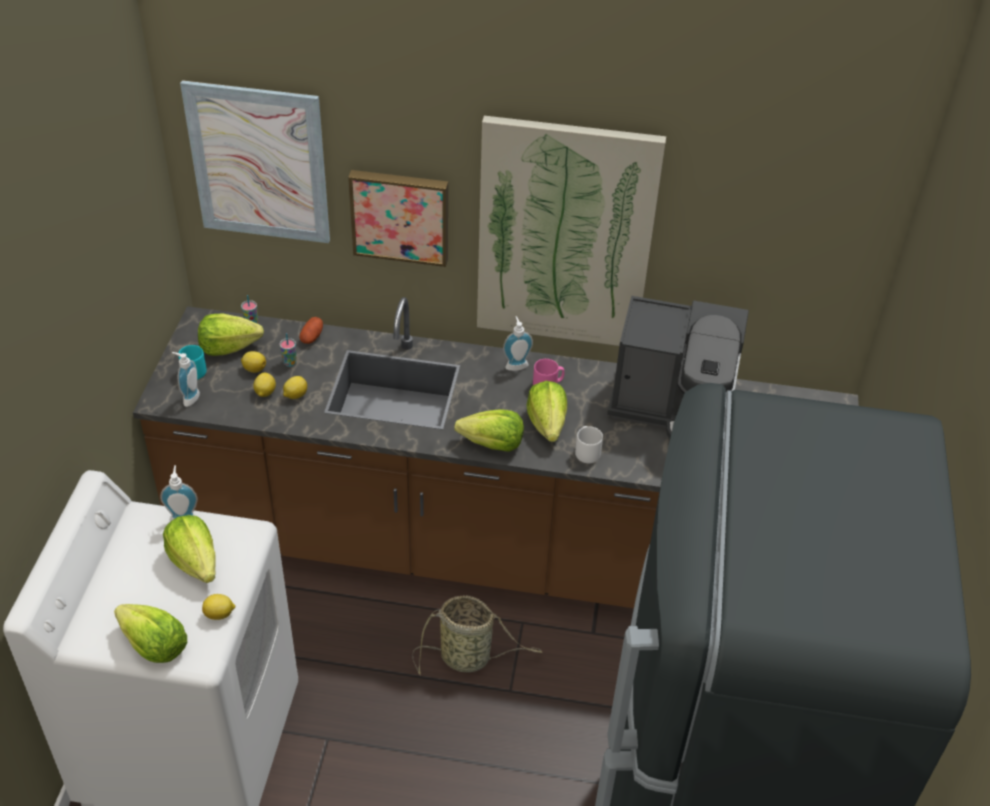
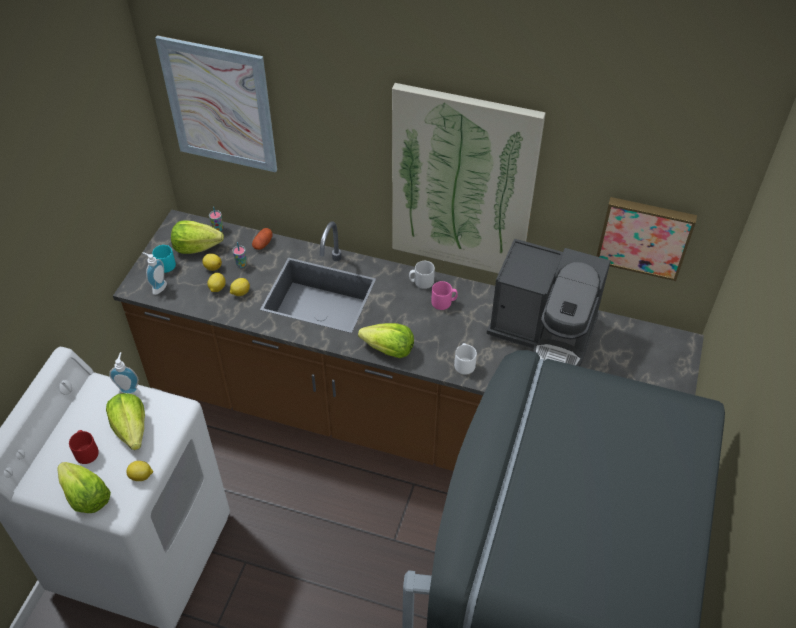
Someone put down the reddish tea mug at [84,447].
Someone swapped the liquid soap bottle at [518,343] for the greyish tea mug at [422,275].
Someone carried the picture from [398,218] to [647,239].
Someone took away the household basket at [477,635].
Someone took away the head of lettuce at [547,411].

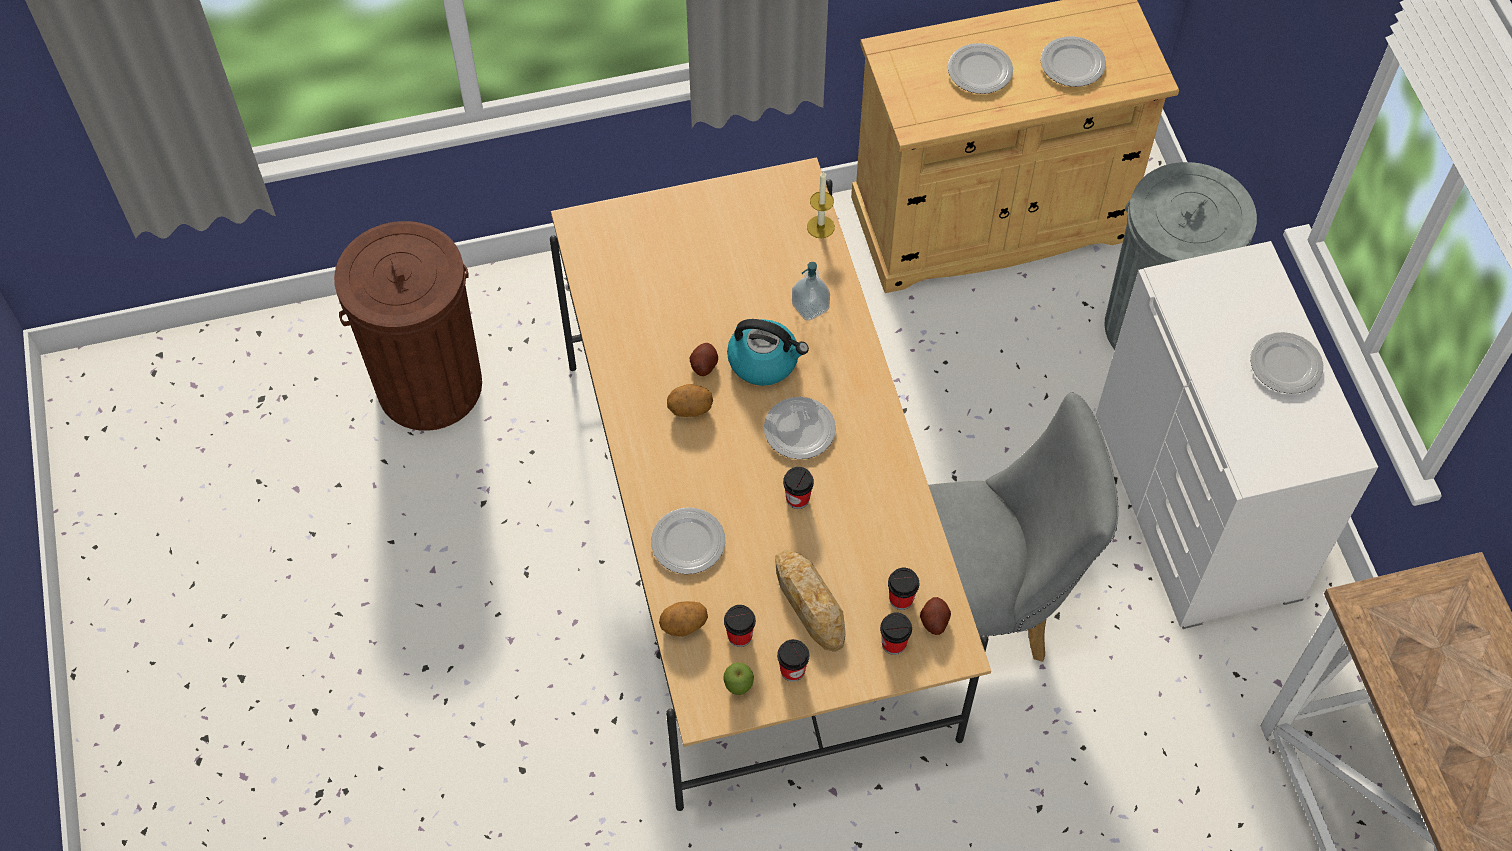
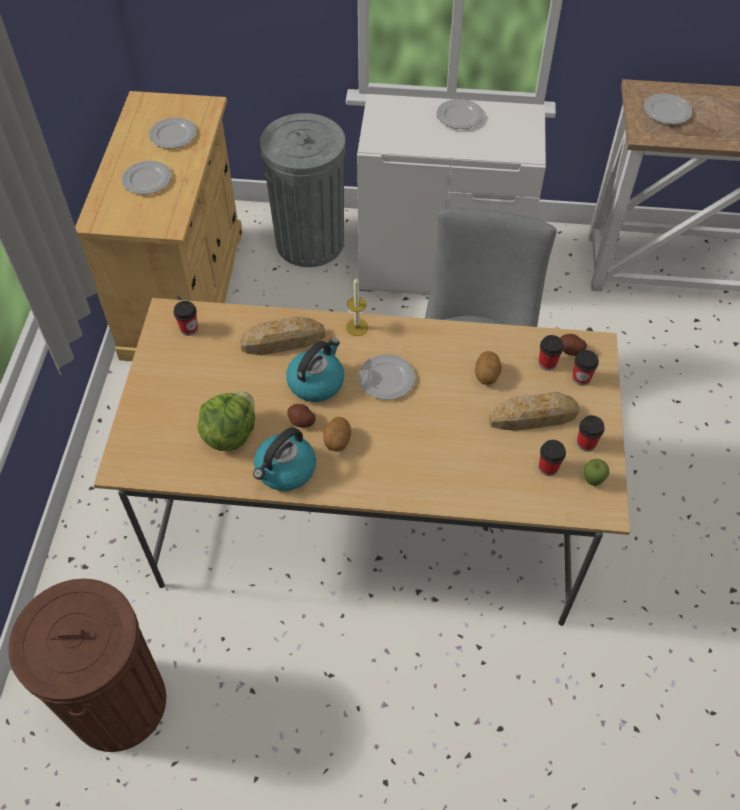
Someone carried the cup from [798,488] to [185,318].
Someone put down the head of lettuce at [226,421].
Someone swapped the liquid soap bottle at [811,291] for the bakery bread at [283,336].
Someone put down the tea kettle at [284,459].
Someone carried the candle from [821,204] to [357,307].
Someone carried the spud from [683,619] to [488,368].
Someone carried the flat dish from [688,540] to [667,109].

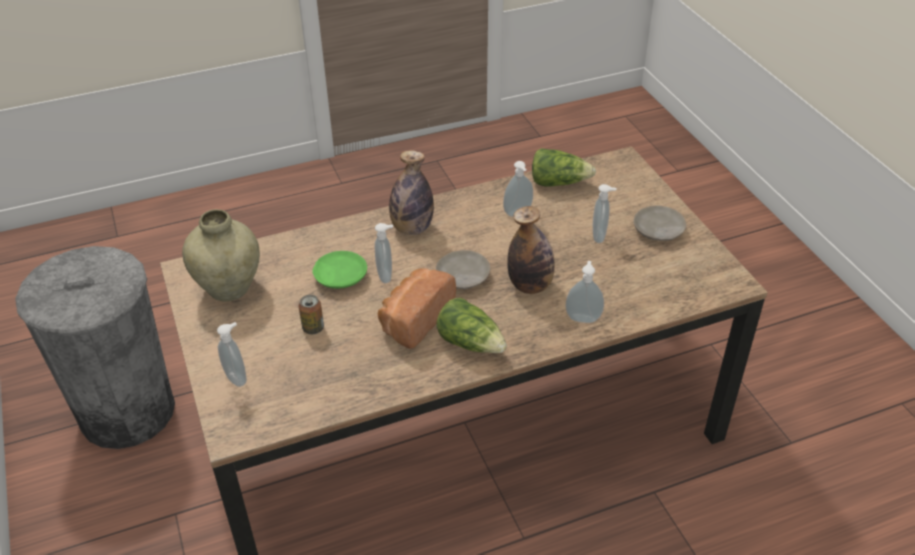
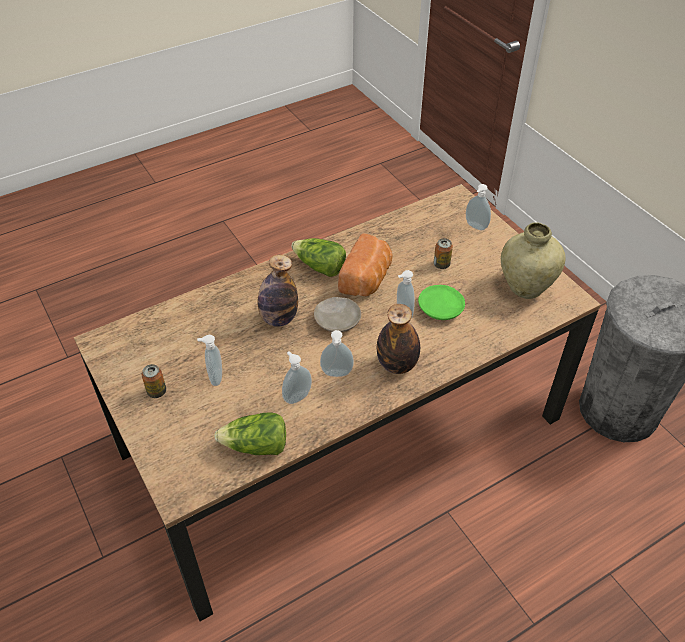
Someone swapped the beige flat dish at [660,223] for the can at [154,381].
Someone carried the liquid soap bottle from [585,292] to [337,353].

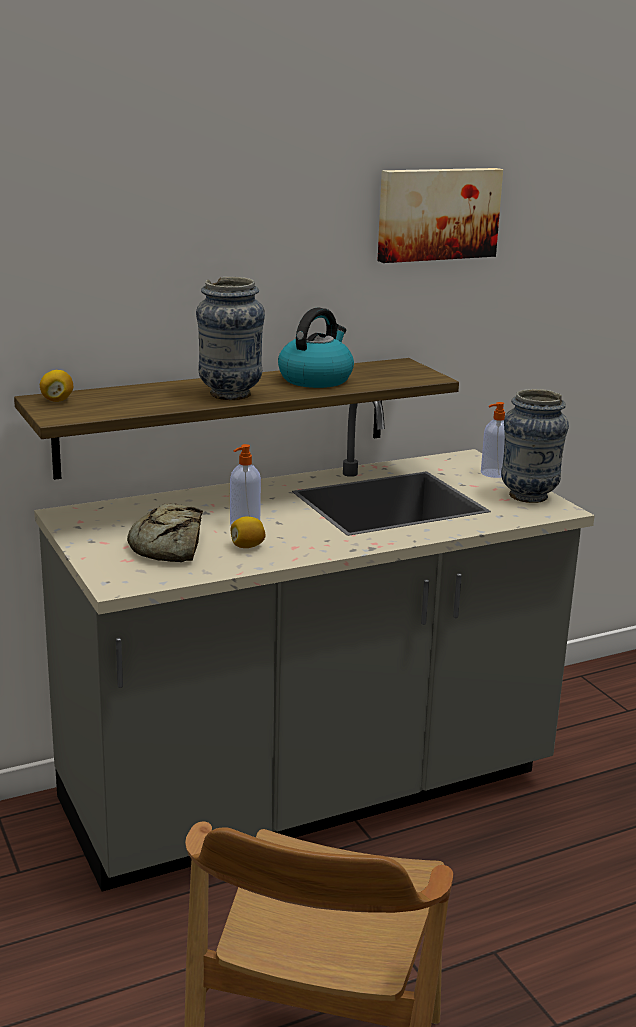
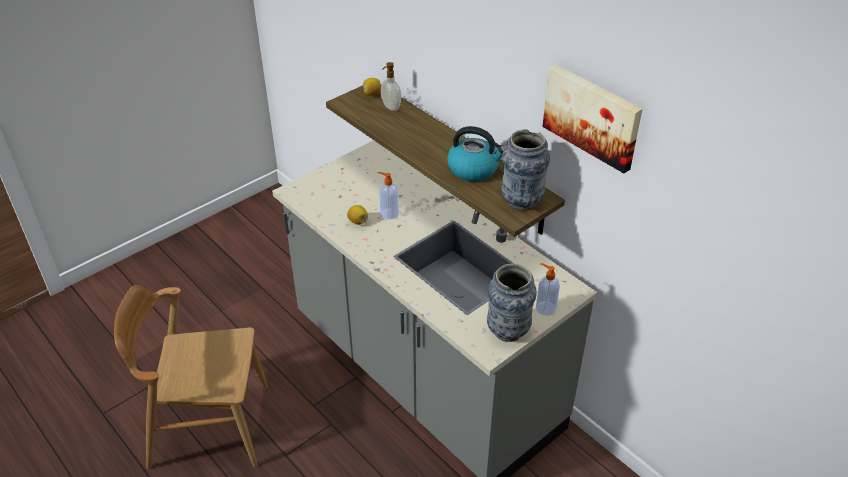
Someone put down the liquid soap bottle at [391,86].
Someone carried the vase from [230,338] to [525,170].
Someone took away the bakery bread at [165,532].

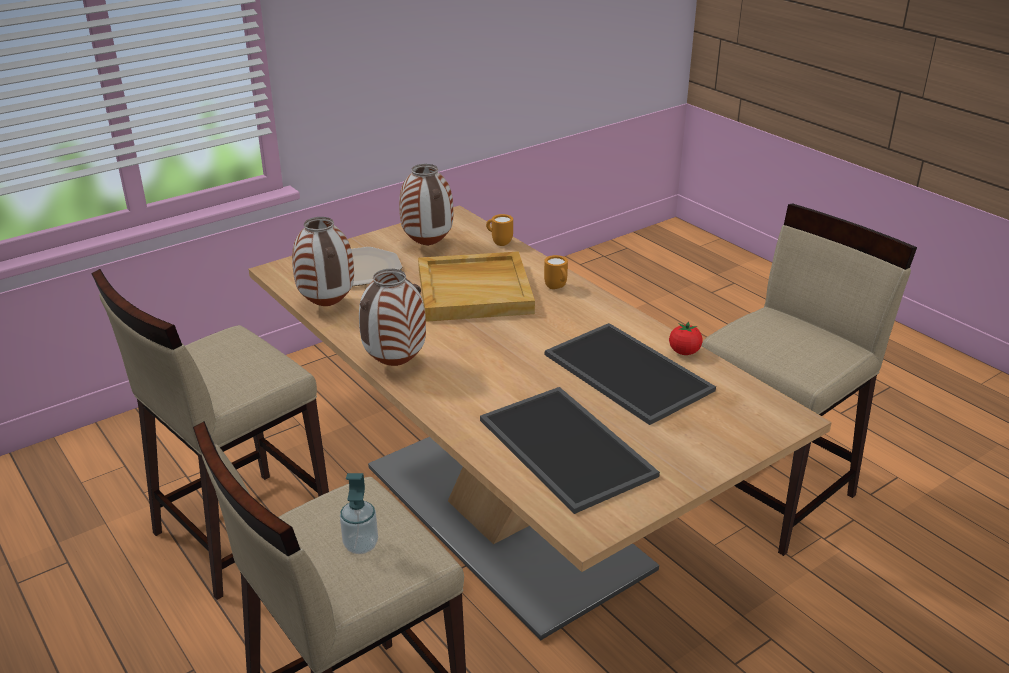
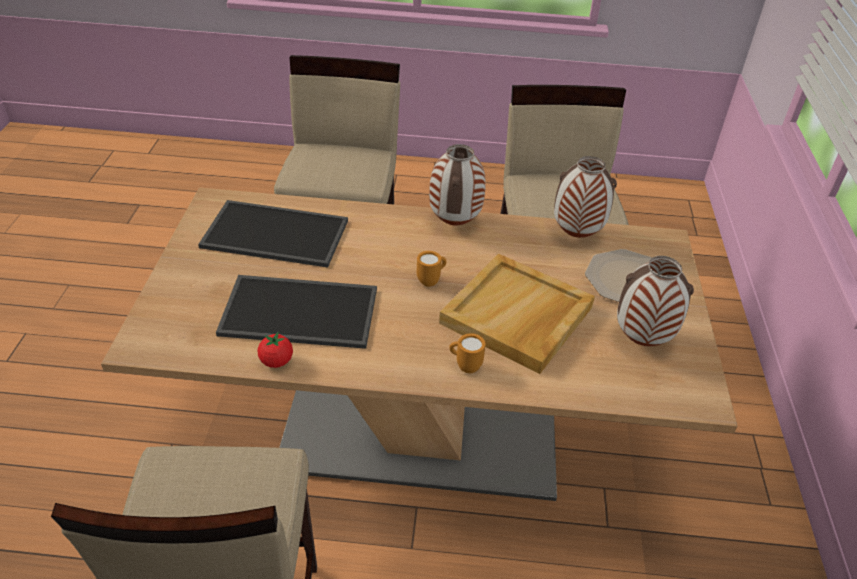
Someone carried the orange tea mug from [499,230] to [432,269].
Someone took away the liquid soap bottle at [359,513].

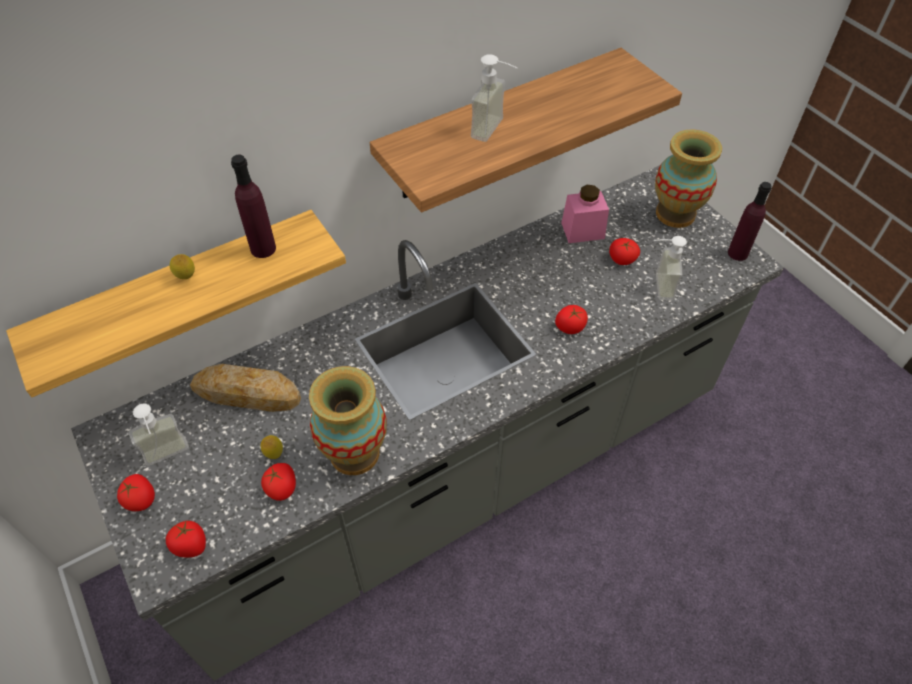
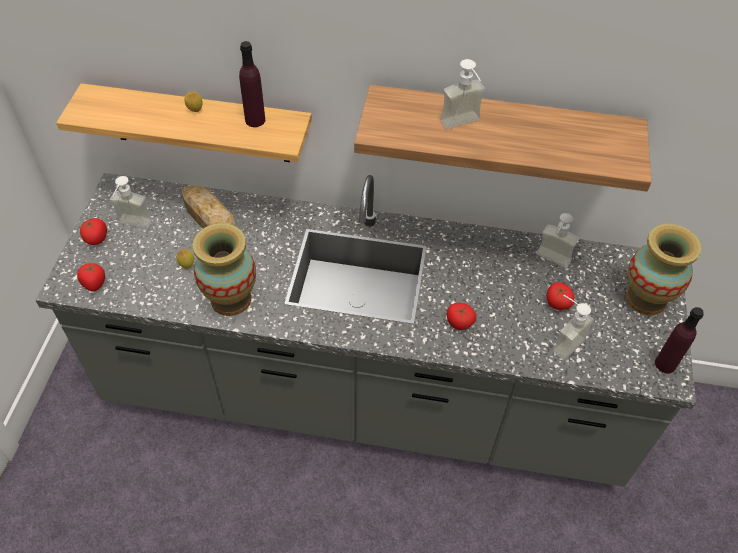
Someone swapped the pinkish jar at [585,214] for the liquid soap bottle at [557,240].
Someone took away the fresh tomato at [278,482].

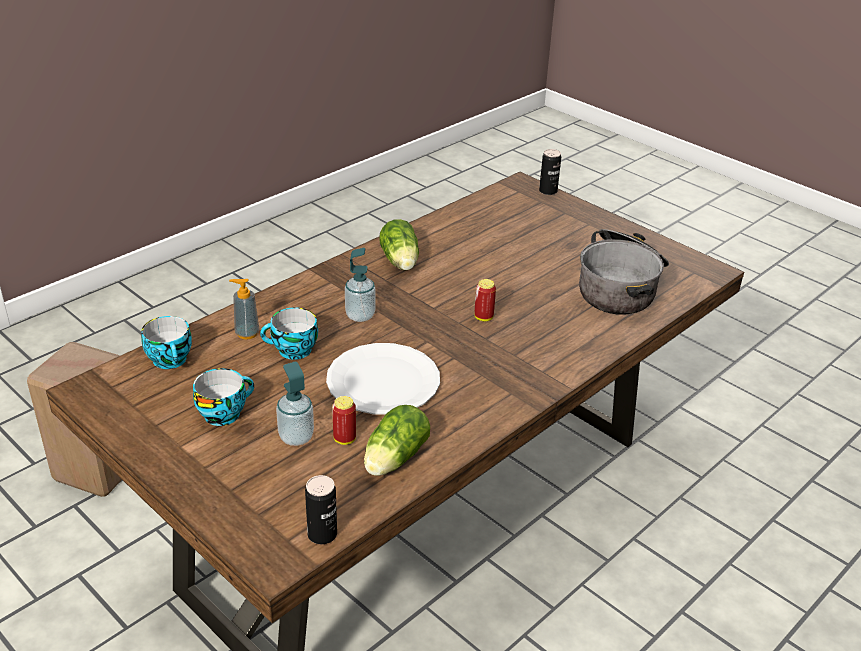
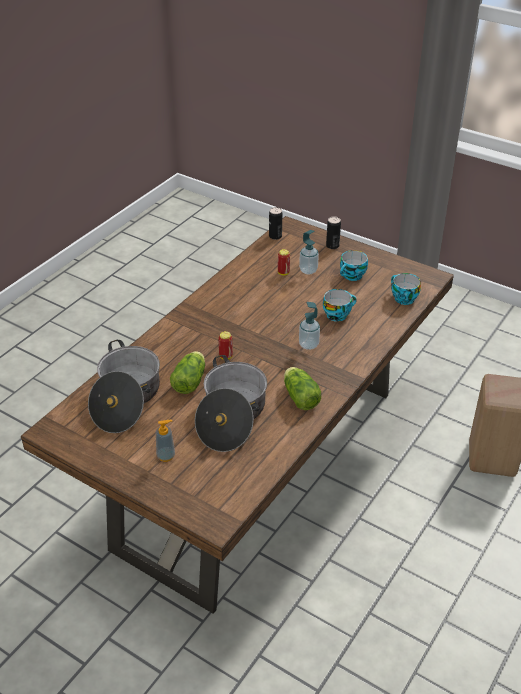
Someone carried the liquid soap bottle from [244,309] to [165,441].
Someone carried the head of lettuce from [397,440] to [187,372].
Someone put down the saucepot at [231,403].
Someone carried the can from [550,172] to [333,232].
Someone took away the white flat dish at [383,379].

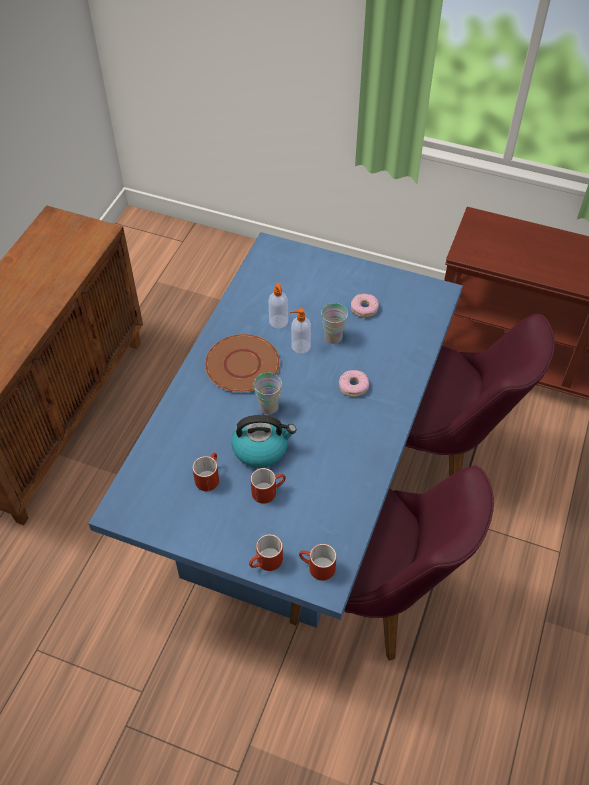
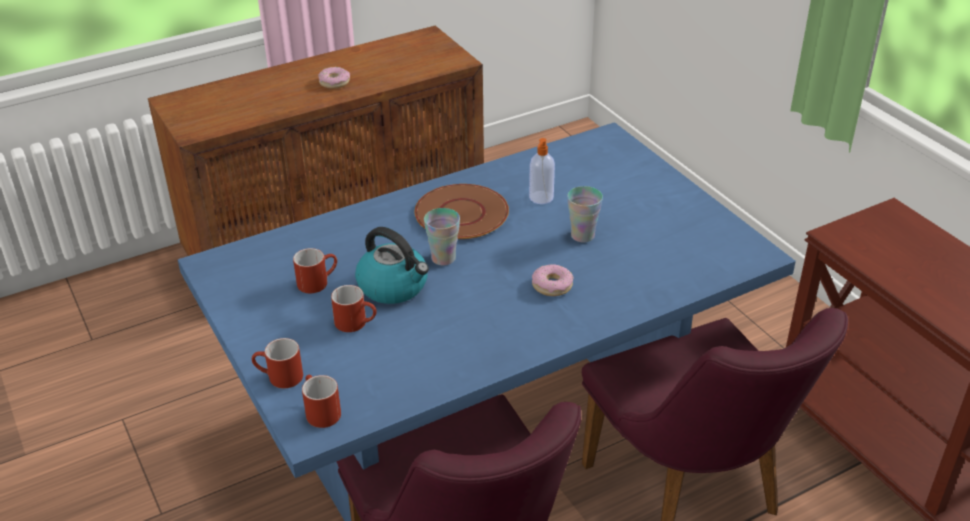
Someone carried the ring doughnut from [365,306] to [334,78].
Someone took away the liquid soap bottle at [300,331].

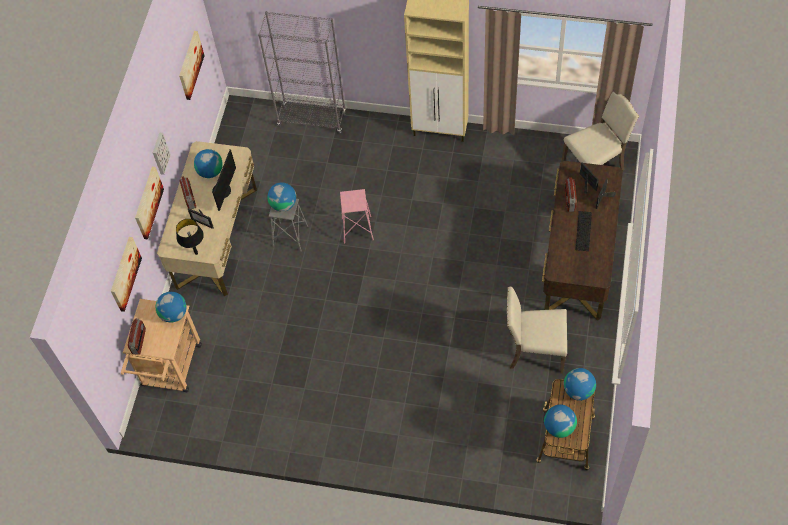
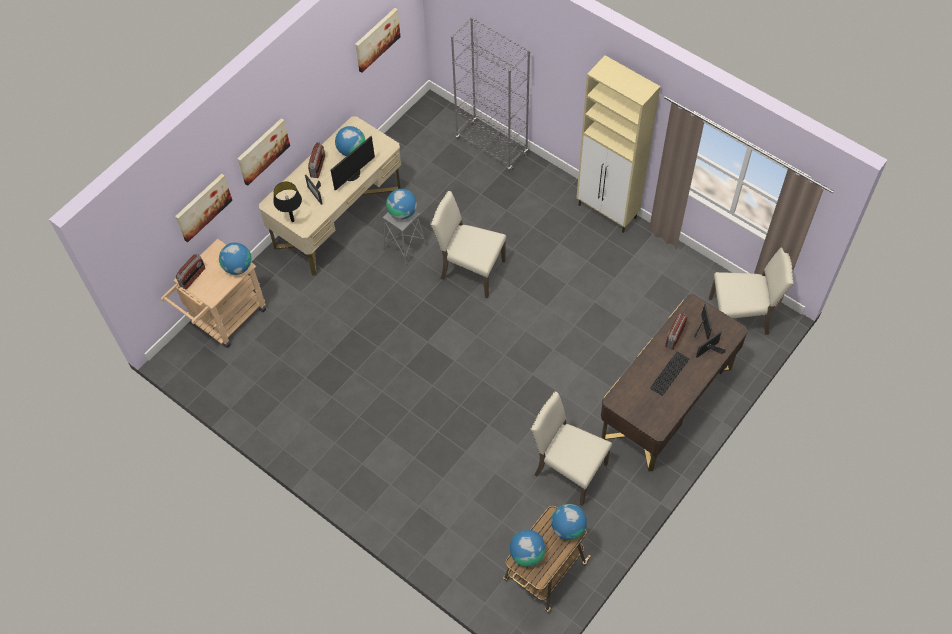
Someone swapped the pinkish stool at [357,216] for the beige chair at [468,245].
Someone took away the picture at [162,153].

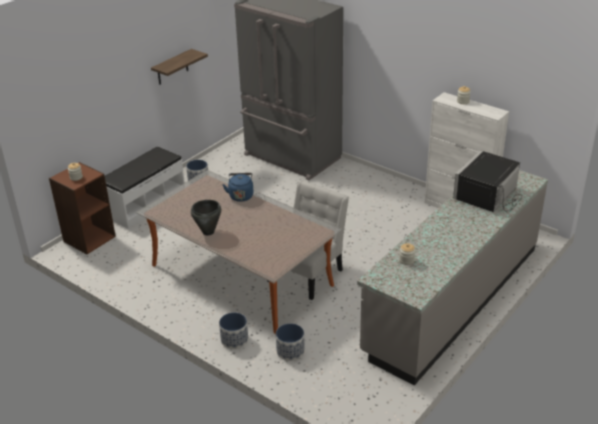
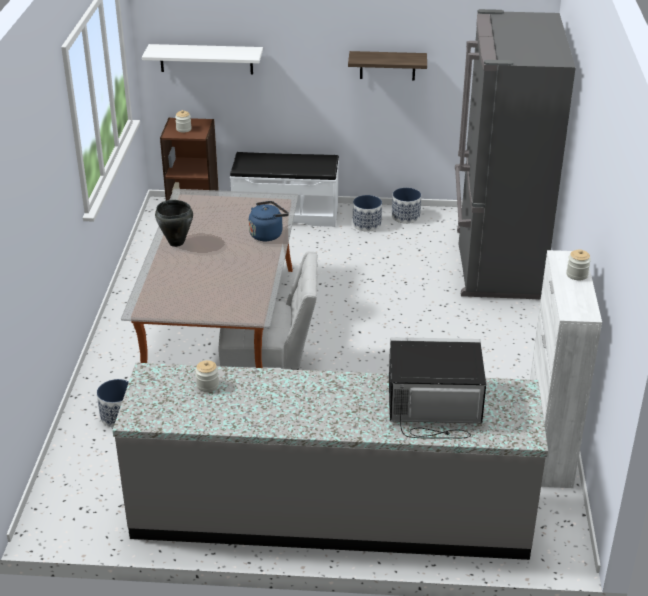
Someone put up the white shelf at [202,59].
Someone carried the planter from [233,330] to [406,206].

